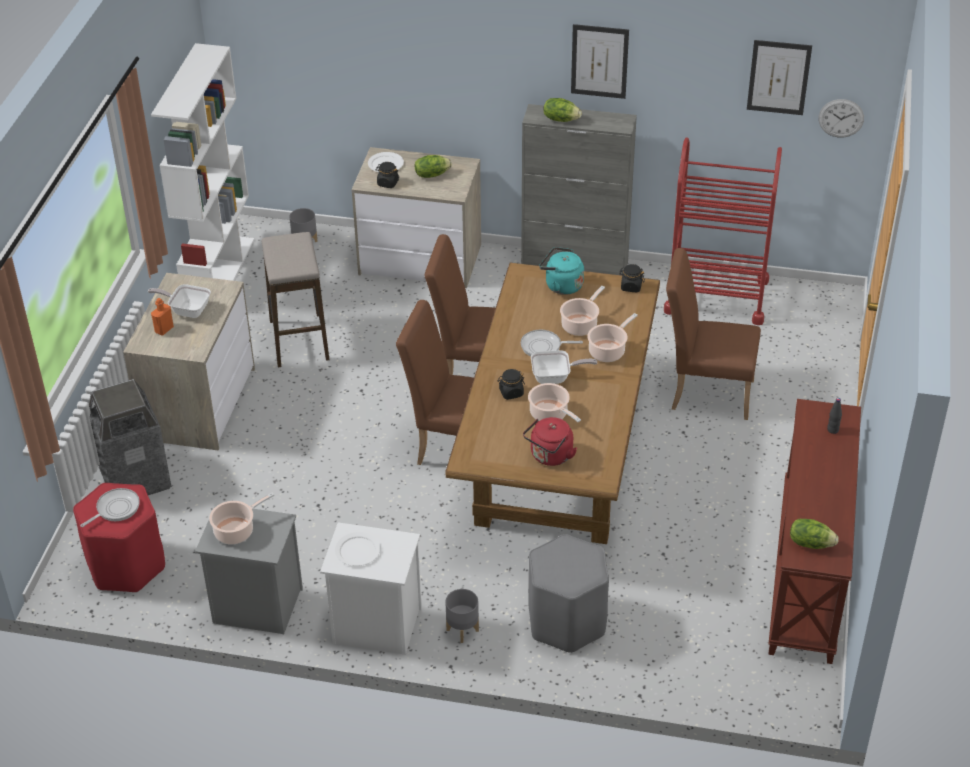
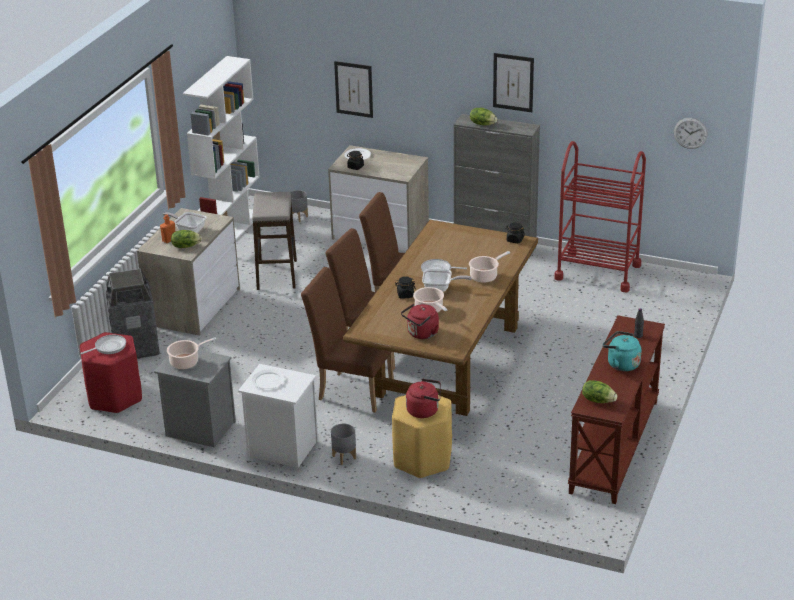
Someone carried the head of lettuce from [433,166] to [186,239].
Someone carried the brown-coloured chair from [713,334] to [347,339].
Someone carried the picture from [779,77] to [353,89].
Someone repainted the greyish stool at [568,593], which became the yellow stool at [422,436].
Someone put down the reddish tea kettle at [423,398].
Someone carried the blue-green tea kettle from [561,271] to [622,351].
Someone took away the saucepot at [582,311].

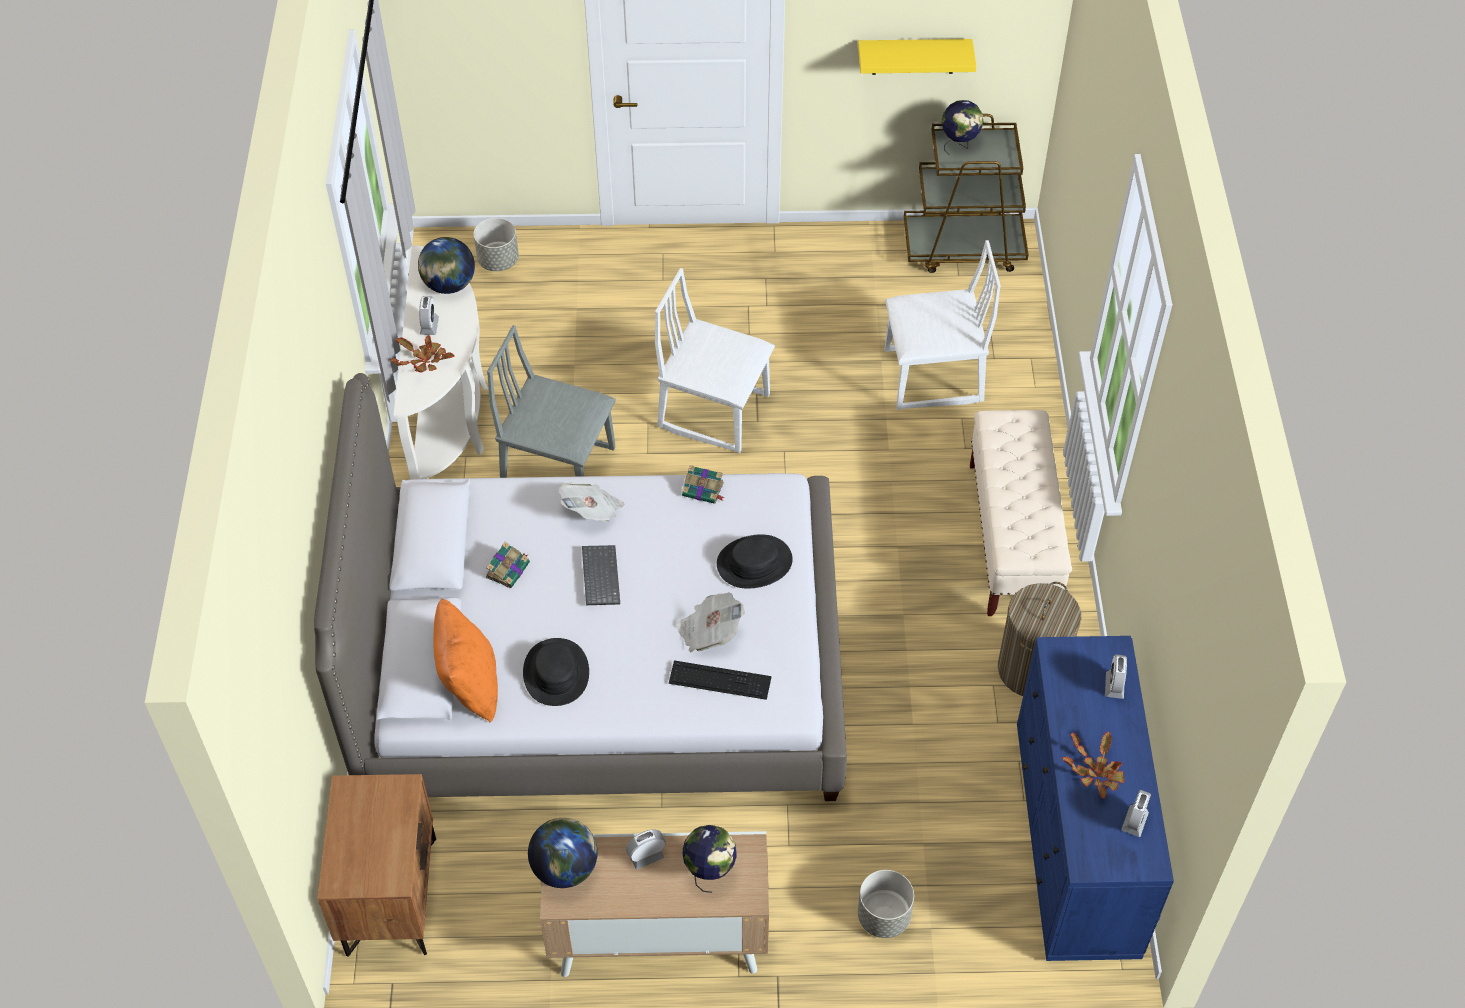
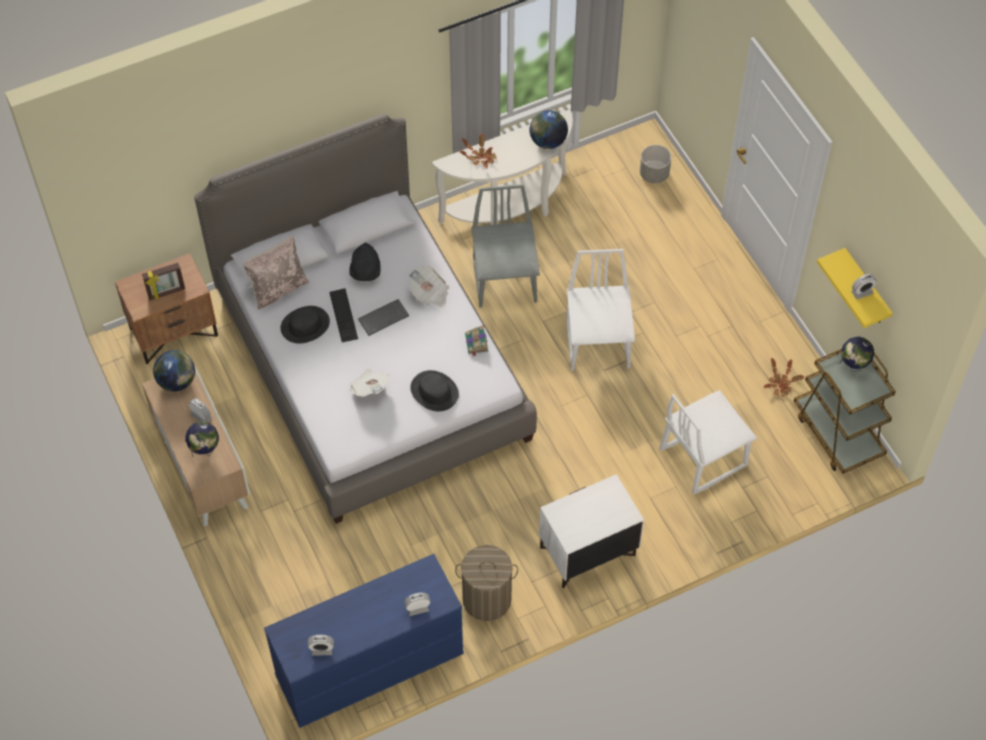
Someone put down the photo frame at [163,281].
Someone repainted the orange pillow at [465,661], which became the beige pillow at [276,273].
Someone carried the computer keyboard from [720,680] to [343,315].
Someone swapped the book at [508,565] for the black-coloured hat at [365,262].
Someone swapped the beige indoor bench at [1021,513] for the white nightstand at [591,531].
Someone rotated the white chair at [942,325] by 90 degrees clockwise.
Someone carried the houseplant from [1093,765] to [783,377].
Someone carried the bedside clock from [429,315] to [864,287].
Someone took away the greyish planter at [886,904].

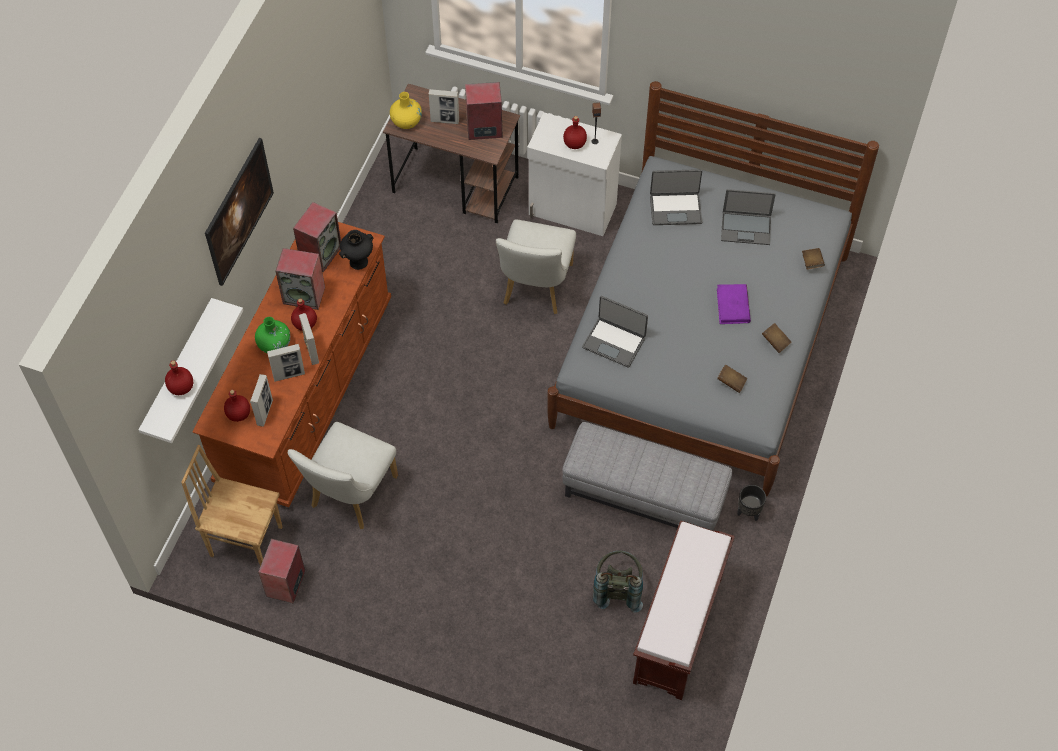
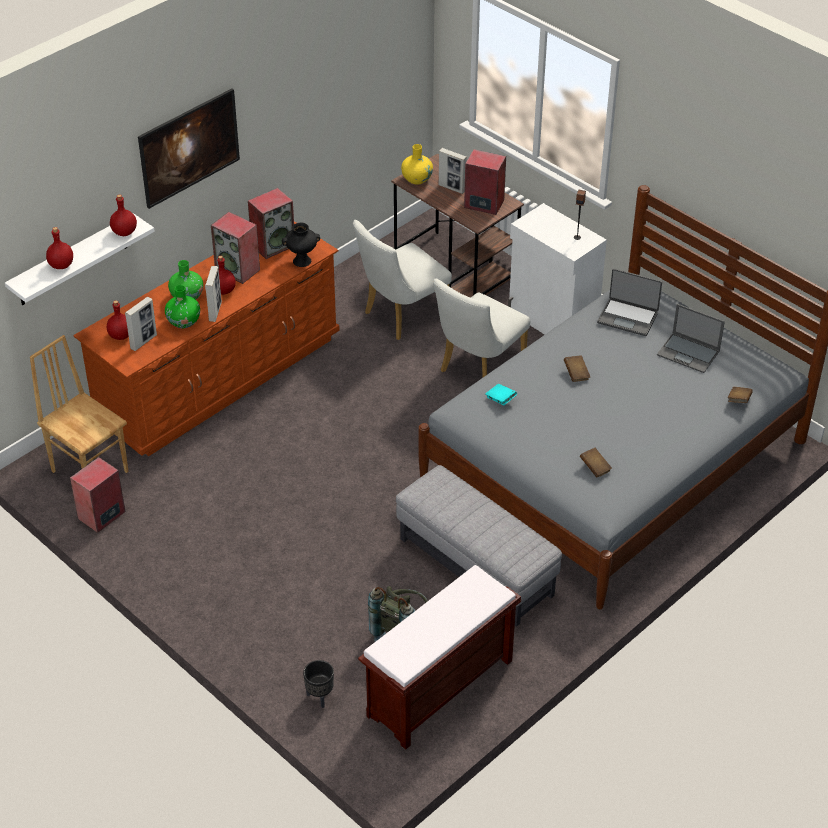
Someone carried the reddish drink bottle from [575,132] to [123,215].
Someone swapped the photo frame at [286,363] for the green-coloured vase at [182,306].
Someone carried the black-coloured planter from [751,503] to [318,684].
Someone carried the white chair from [342,475] to [402,280].
Someone swapped the notebook computer at [615,331] for the blue-green book at [501,394].
Someone carried the brown-coloured book from [777,338] to [577,368].
Someone took away the purplish book at [734,304].

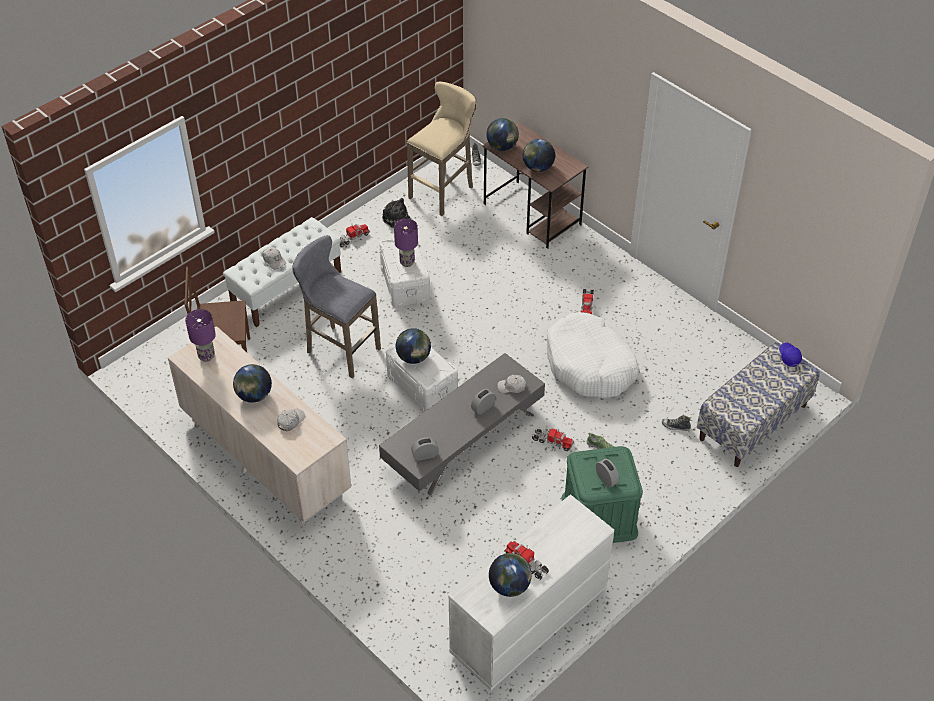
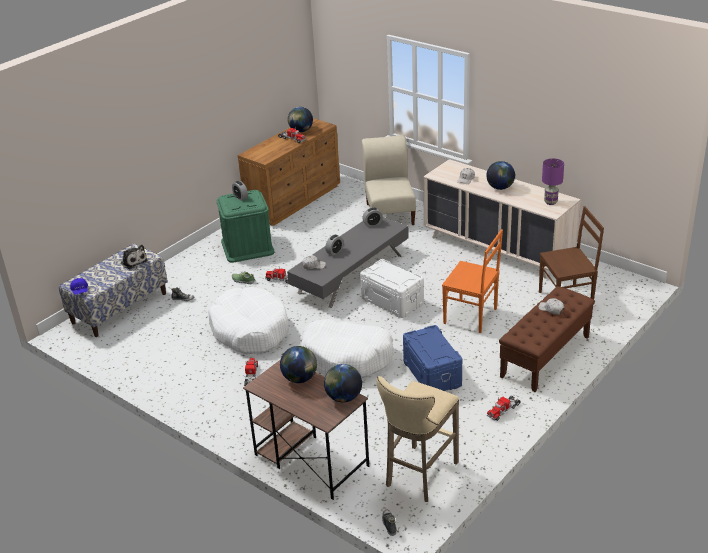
Someone carried the cuddly toy from [396,213] to [134,257].
Someone repainted the white dresser at [531,592], which became the brown-coloured dresser at [289,172].
Someone put down the white dog bed at [347,348].
Someone put down the beige chair at [389,180].
Someone repainted the white storage box at [404,273], which became the blue-coloured storage box at [432,358].
Someone swapped the greyish stool at [336,307] for the orange chair at [472,281].
Someone repainted the white indoor bench at [282,272], which became the brown-coloured indoor bench at [547,339].
Someone took away the purplish table lamp at [406,242].
Someone took away the desk globe at [413,346].

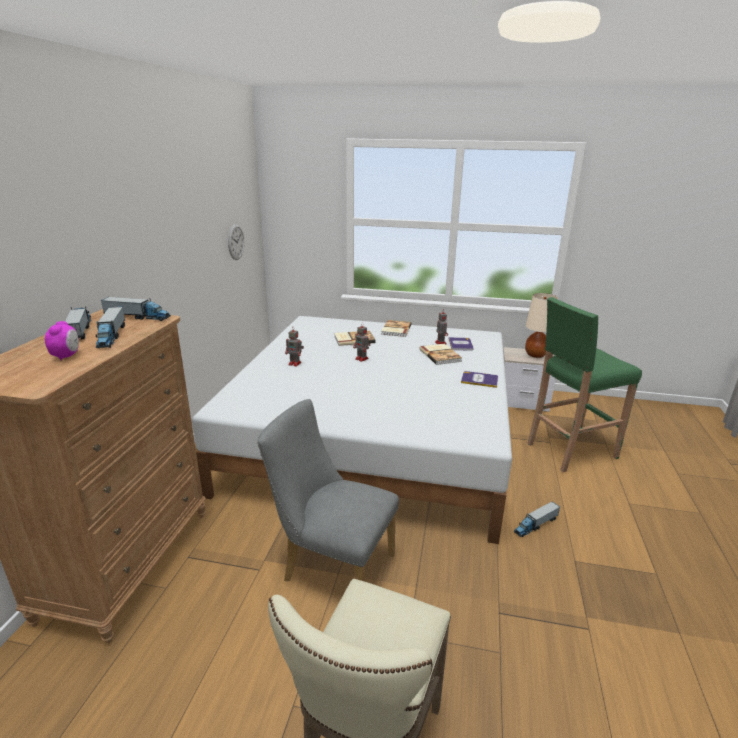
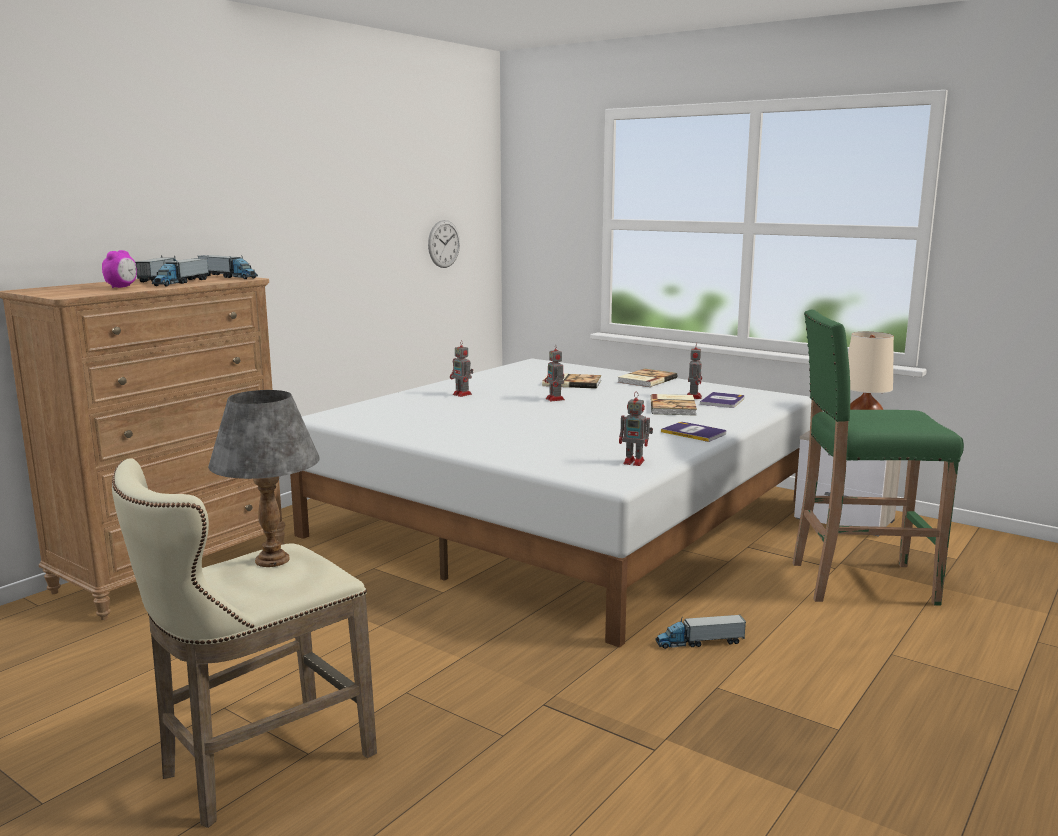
Someone put down the greyish table lamp at [264,478].
Someone put down the model robot at [636,429].
Someone took away the greyish chair at [328,490].

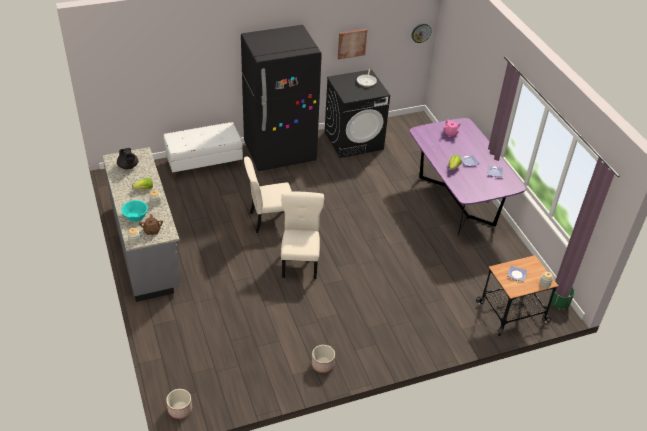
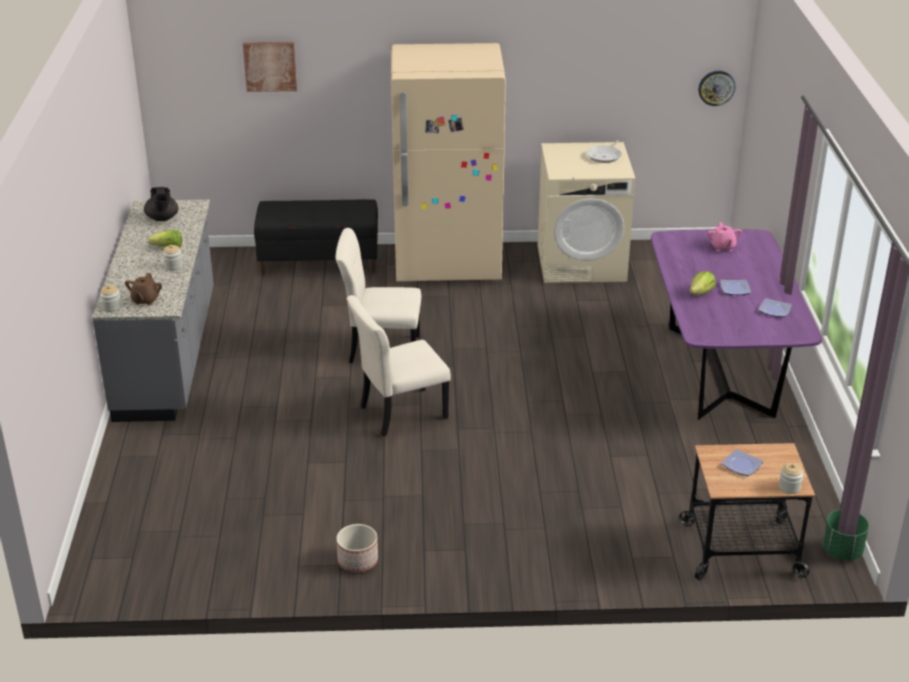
Someone carried the picture from [352,44] to [270,67].
Someone repainted the white indoor bench at [203,150], which became the black-coloured indoor bench at [316,237].
Someone rotated the beige chair at [302,235] by 135 degrees counterclockwise.
Someone repainted the black-coloured refrigerator at [281,98], which became the beige refrigerator at [448,162].
Someone repainted the black-coloured washing machine at [357,113], which became the beige washing machine at [586,212].
Someone took away the blue-green deep dish at [134,211].
Someone took away the planter at [179,404].

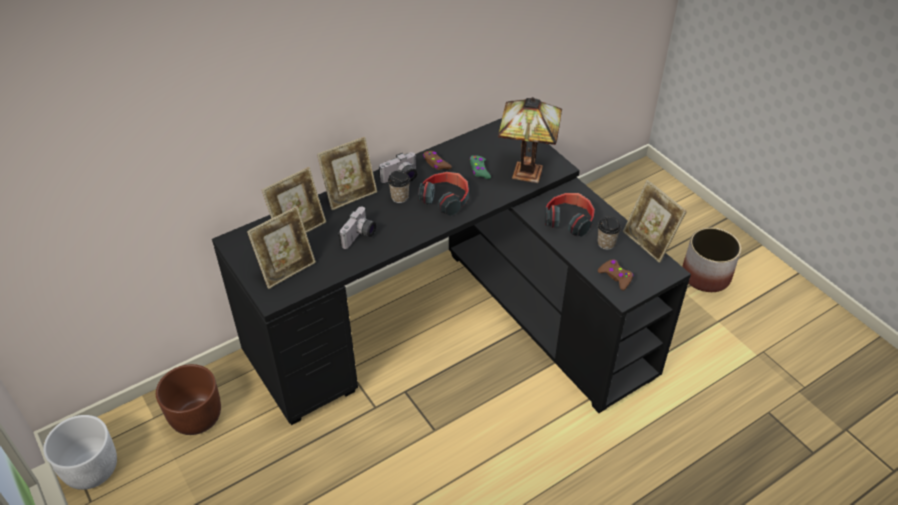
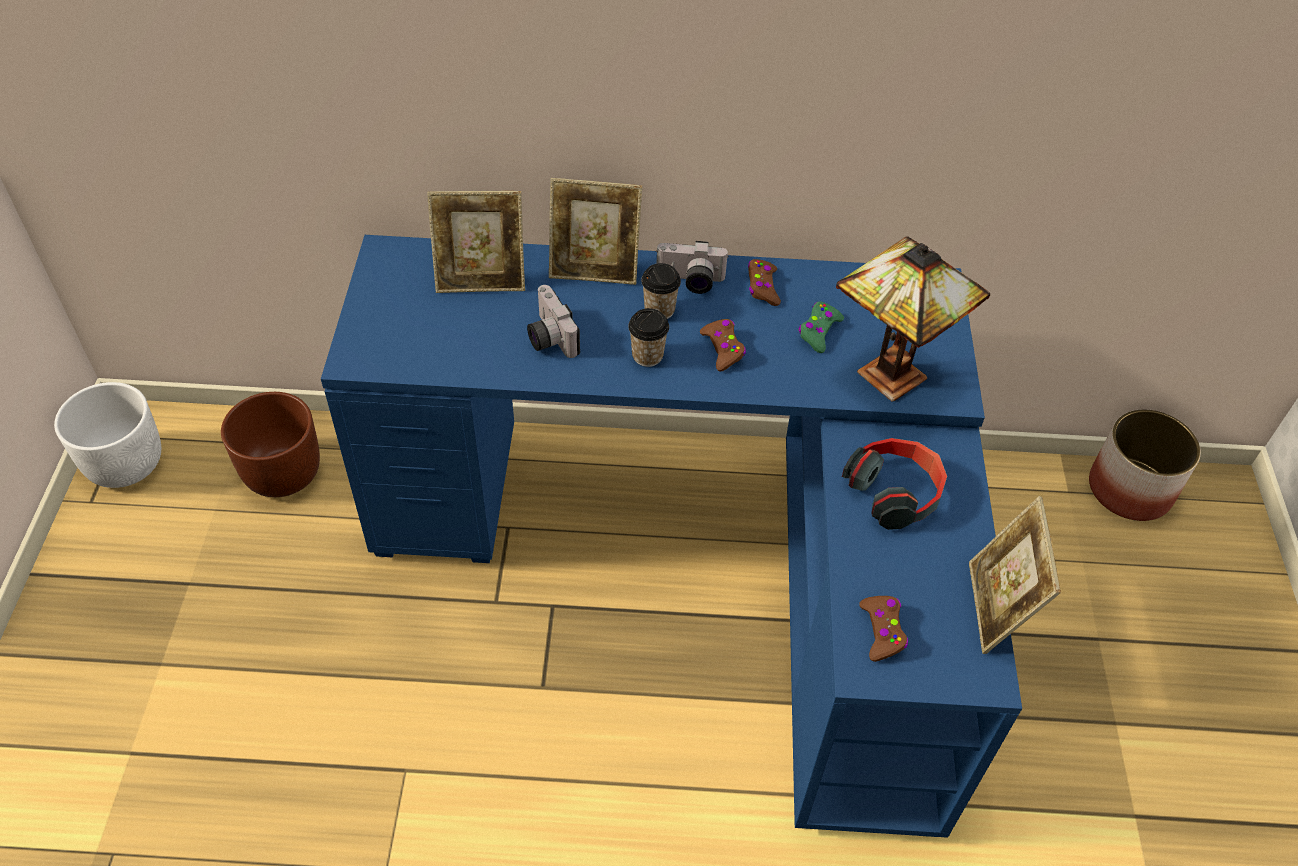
Someone repainted the black-coloured desk unit at [451,271], which became the blue-coloured desk unit at [671,536].
Someone rotated the still camera at [357,227] by 90 degrees clockwise.
Someone carried the cup from [609,233] to [648,337].
Someone swapped the pair of headphones at [443,194] for the brown-coloured gamepad at [723,345].
Someone carried the planter from [711,260] to [1145,465].
Someone took away the photo frame at [281,247].

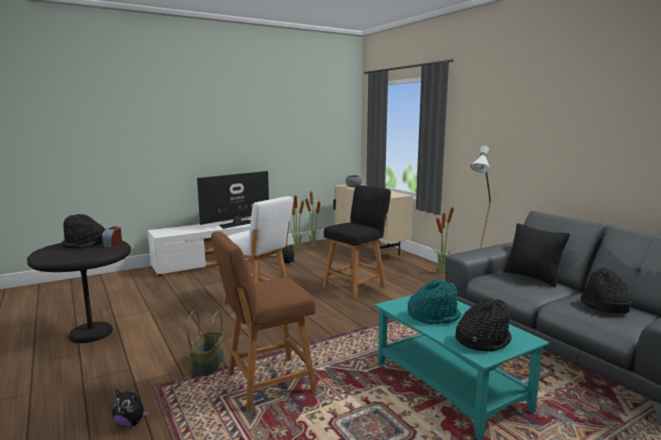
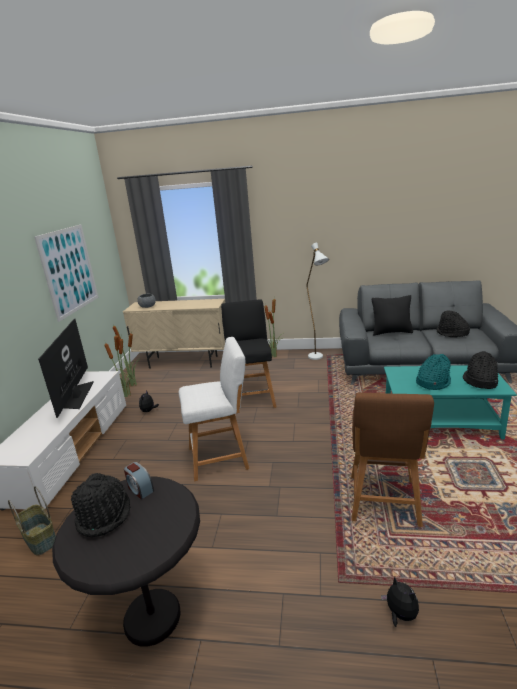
Someone carried the household basket from [205,343] to [32,521].
Someone put up the picture at [66,273].
Someone rotated the cuddly toy at [130,408] by 90 degrees counterclockwise.

